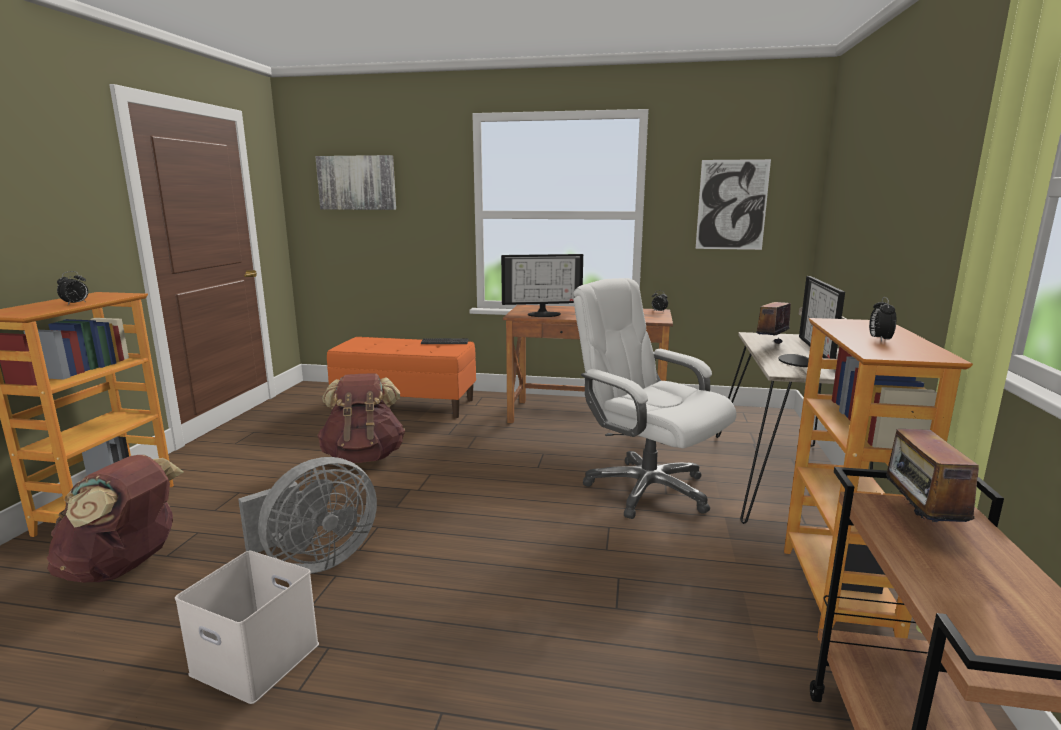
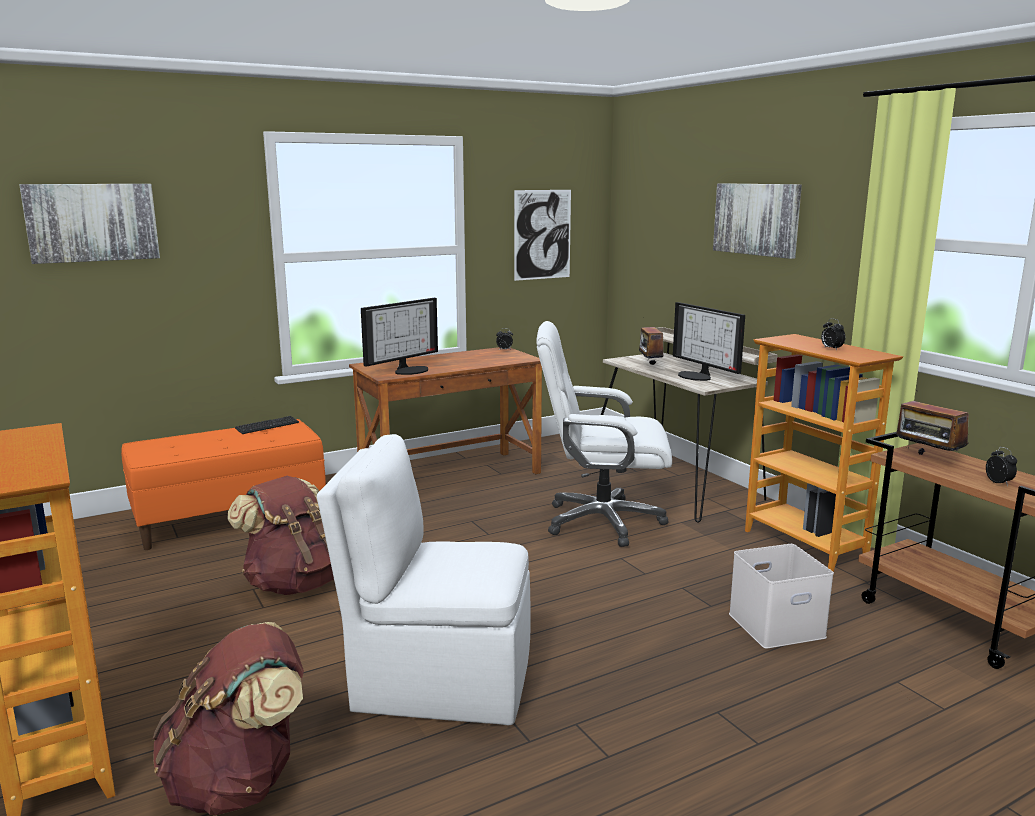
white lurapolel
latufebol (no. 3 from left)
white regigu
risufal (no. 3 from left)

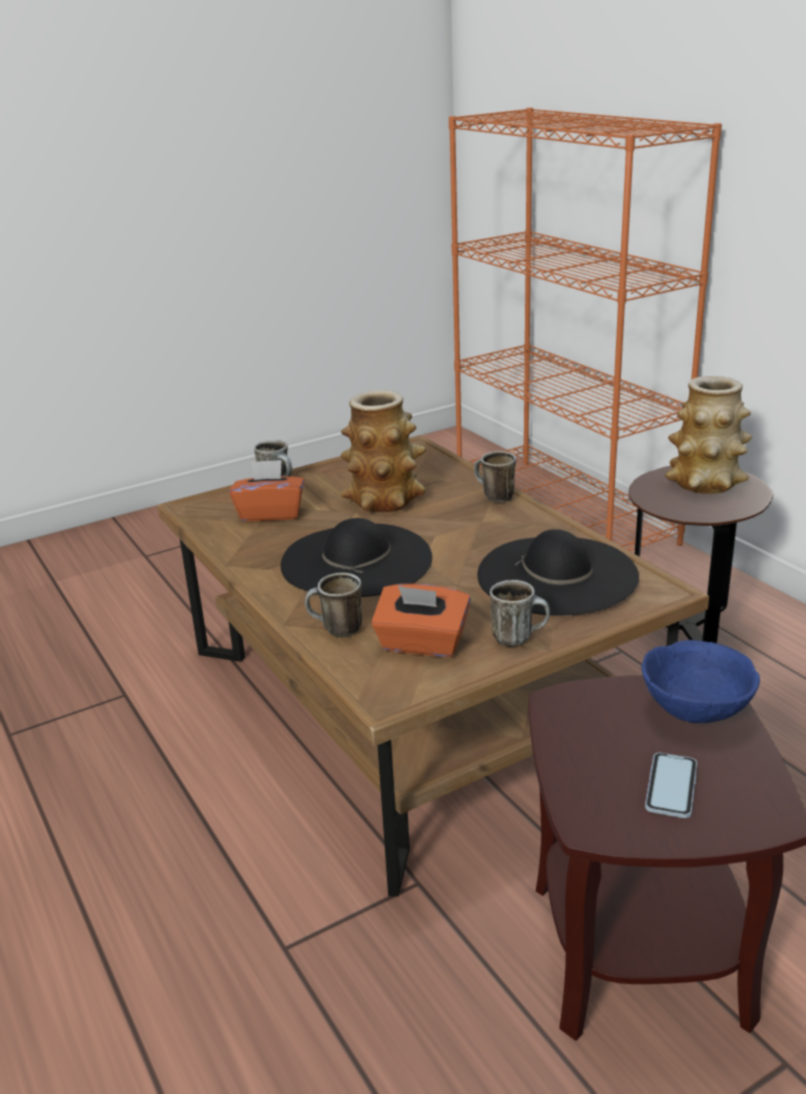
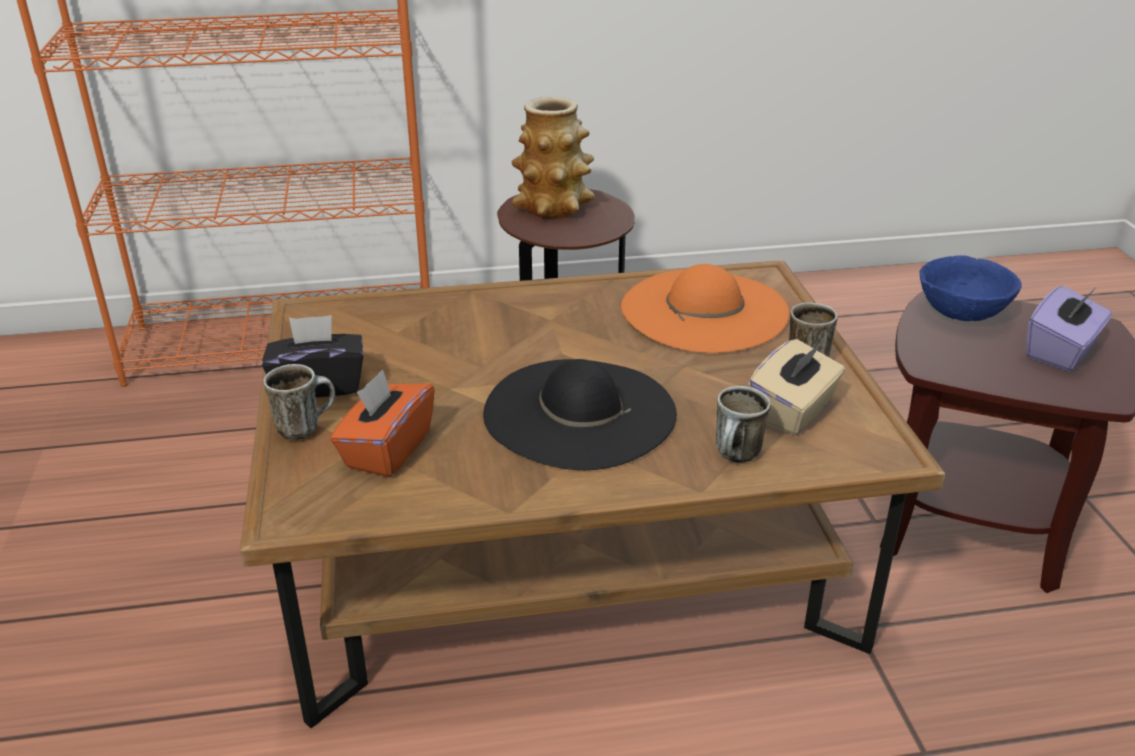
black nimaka
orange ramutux
beige nimaka
purple nimaka
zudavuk (no. 1 from left in the first image)
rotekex (no. 3 from left in the first image)

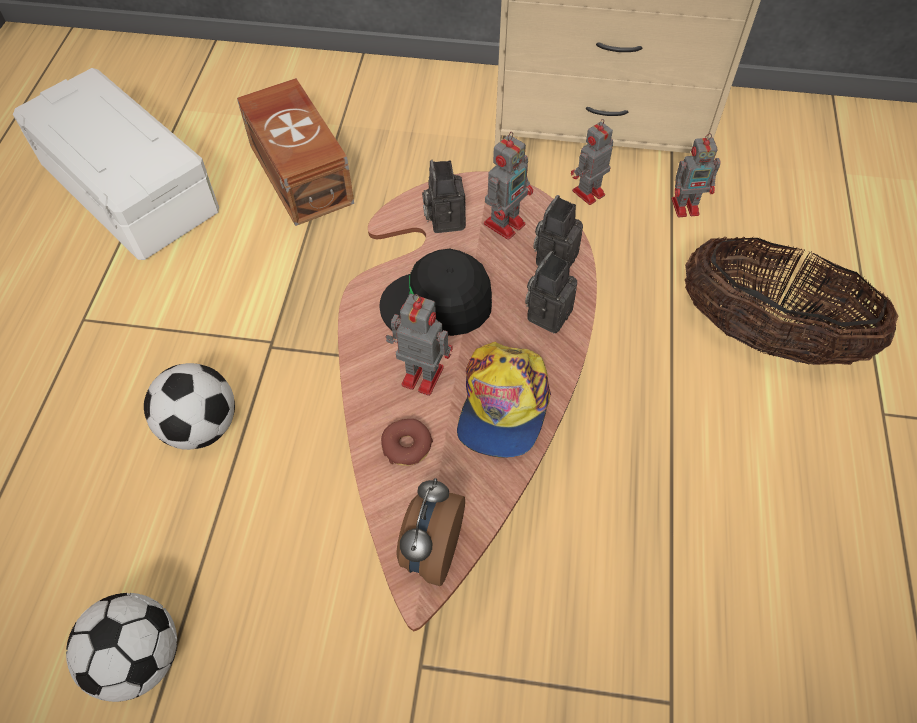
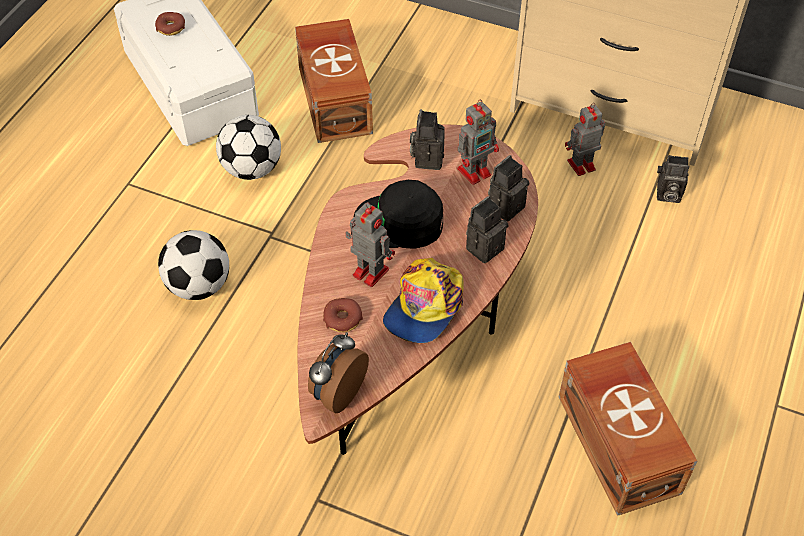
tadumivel (no. 1 from left)
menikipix (no. 2 from left)
brown regigu (no. 2 from left)
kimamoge (no. 4 from left)
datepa

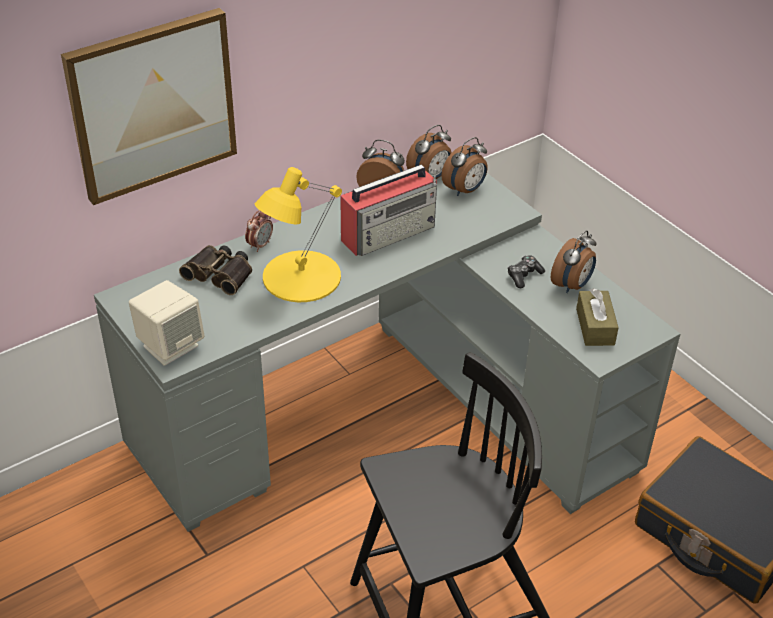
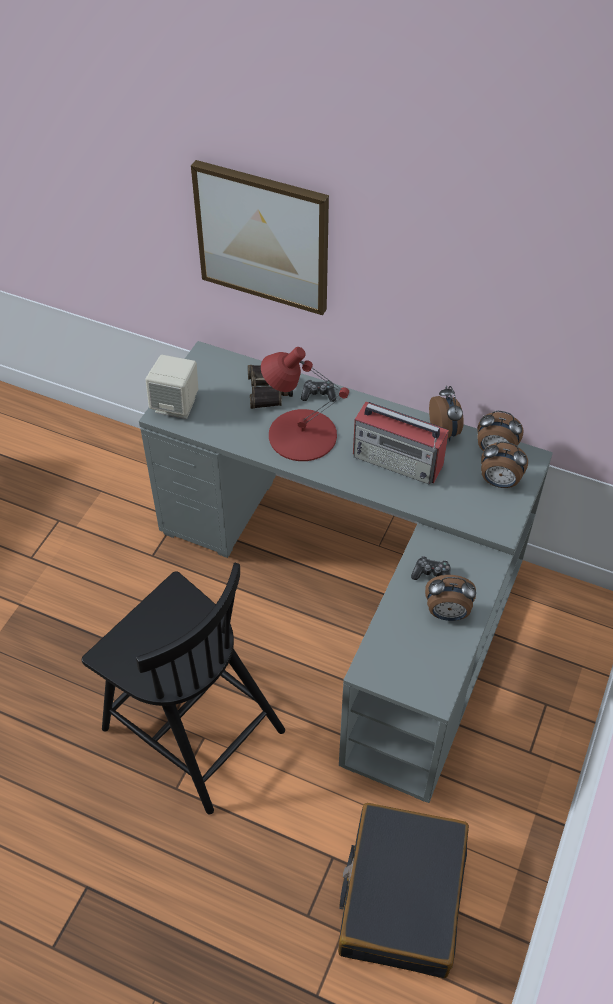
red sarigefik
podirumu (no. 1 from left)
brown nimaka

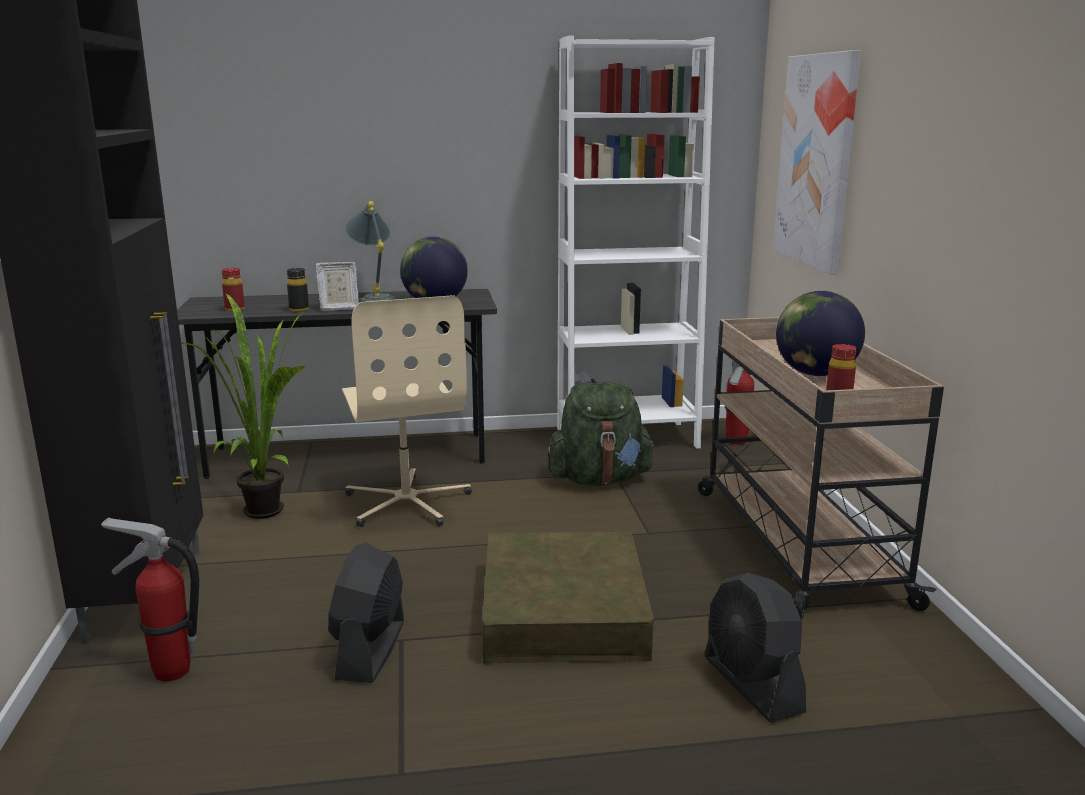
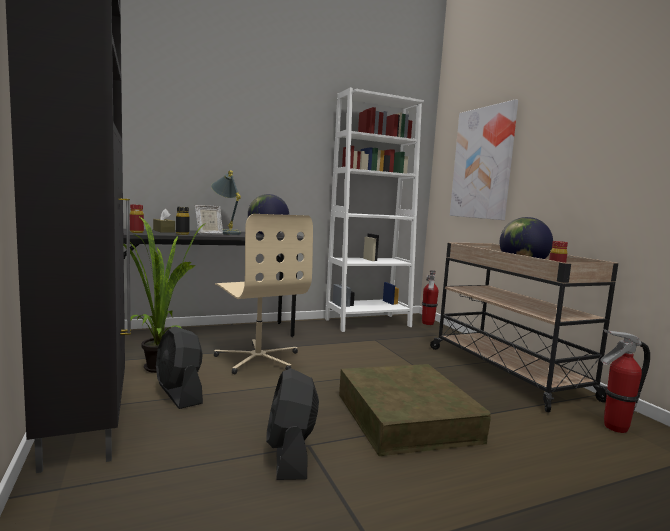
brown nimaka
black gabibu (no. 1 from left)
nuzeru (no. 2 from left)
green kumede

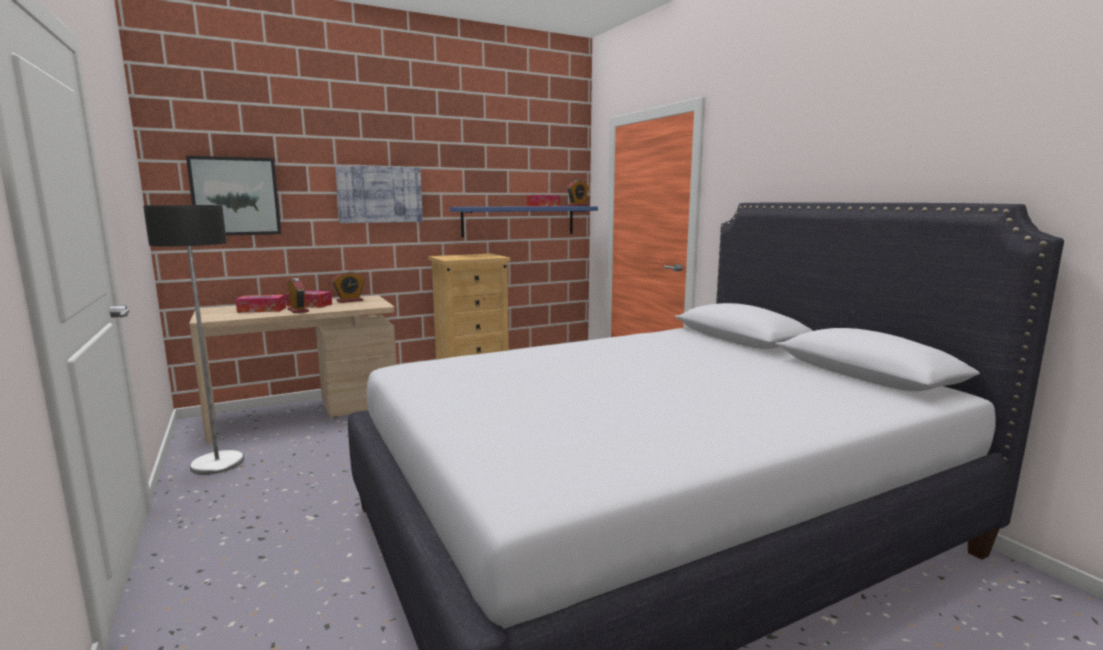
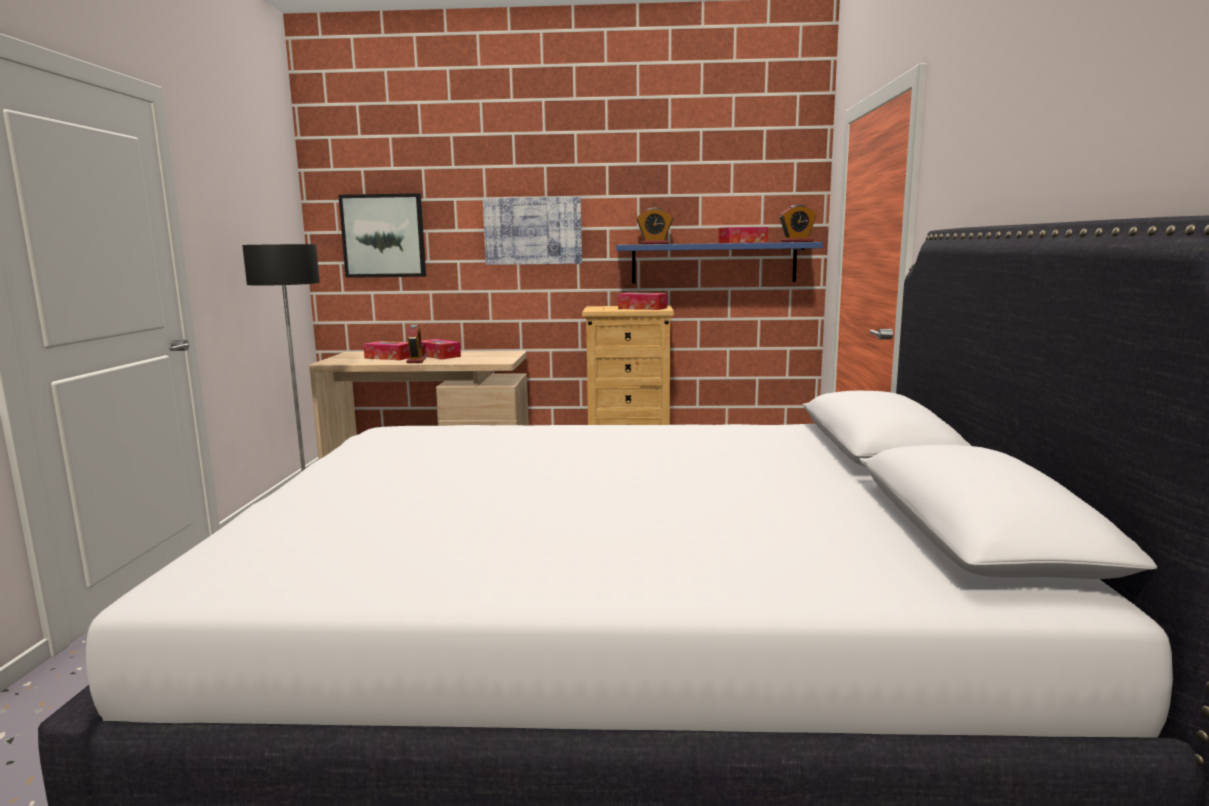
nimaka (no. 3 from left)
risufal (no. 2 from left)

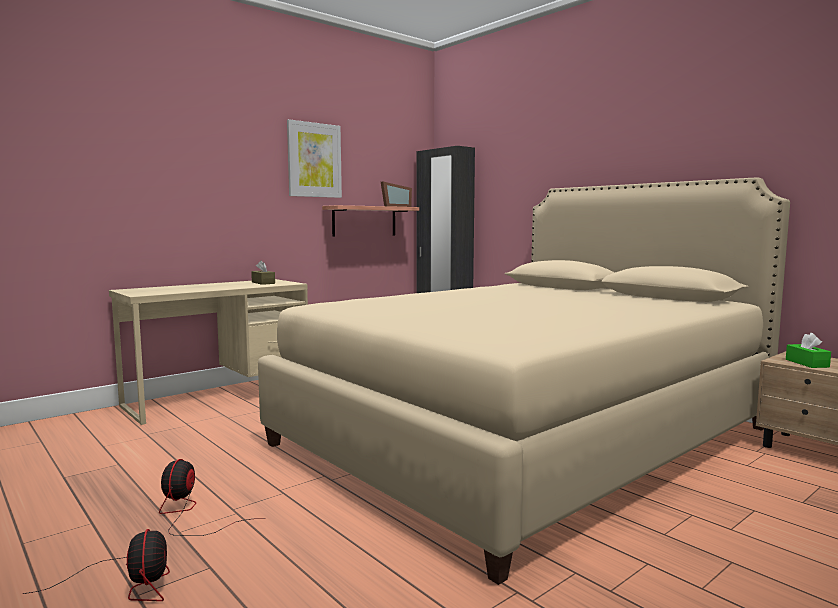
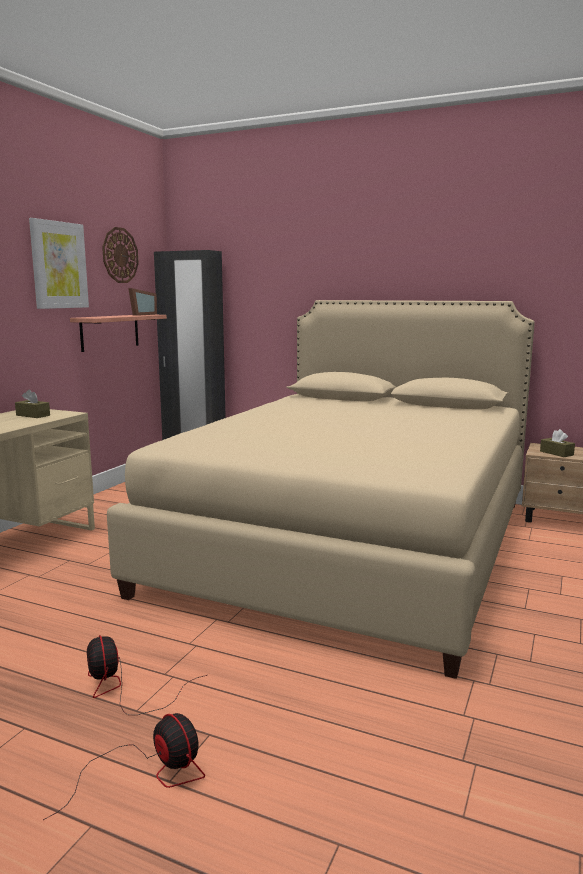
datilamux
brown nimaka (no. 2 from left)

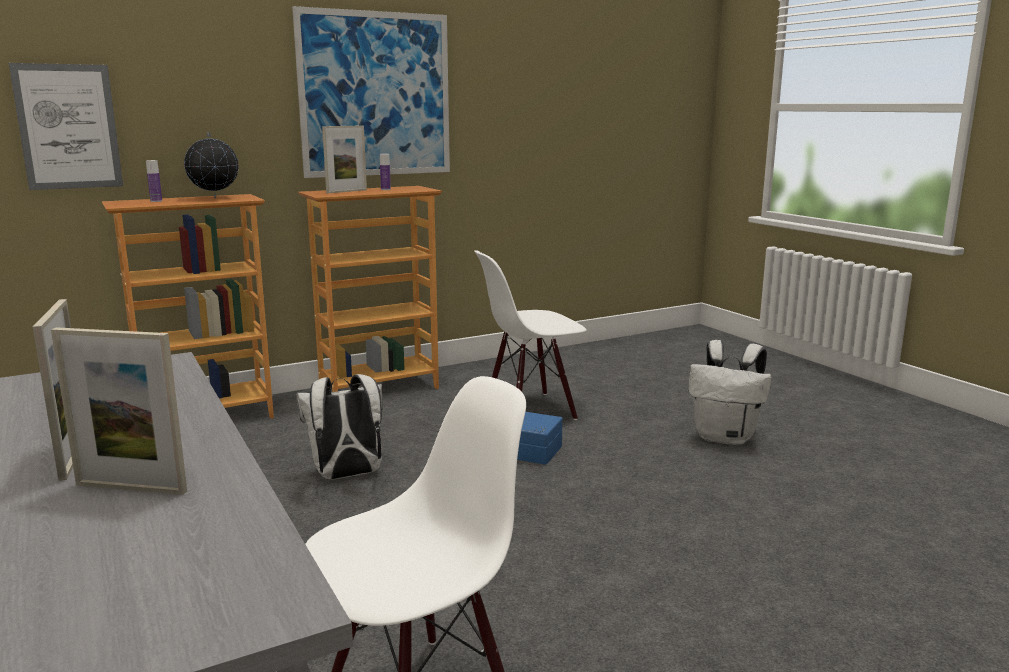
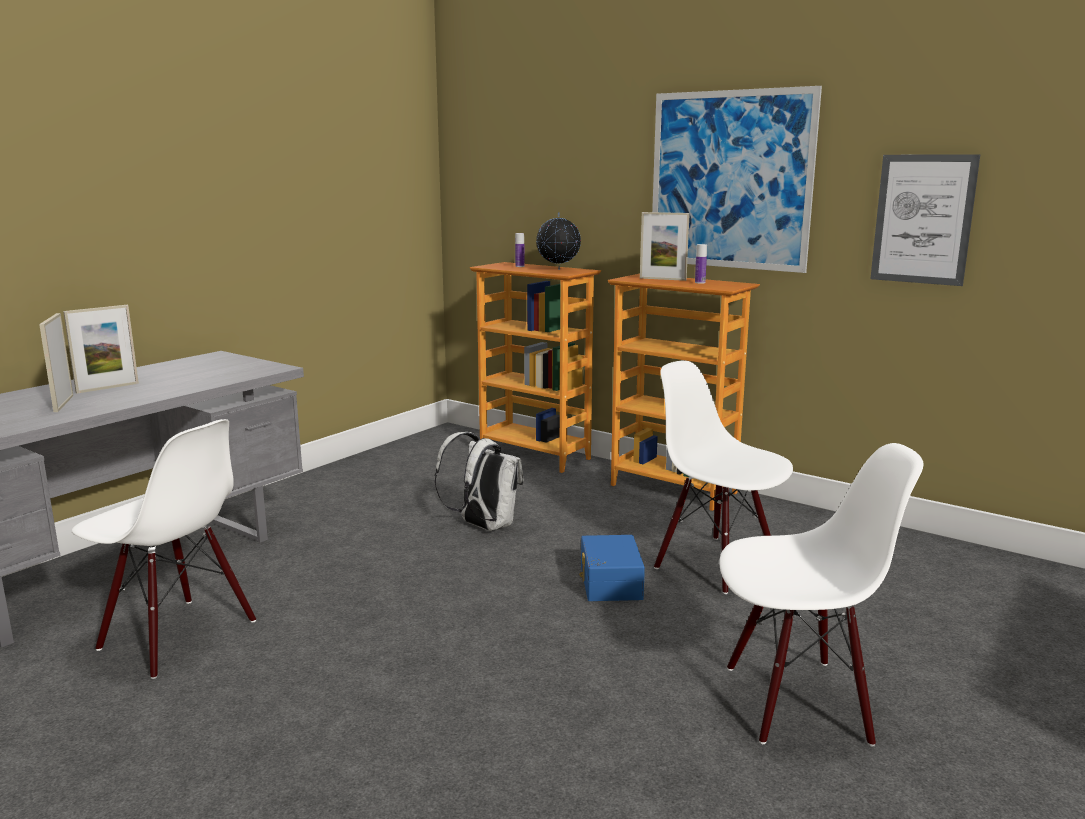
white lurapolel (no. 3 from left)
latufebol (no. 2 from left)

